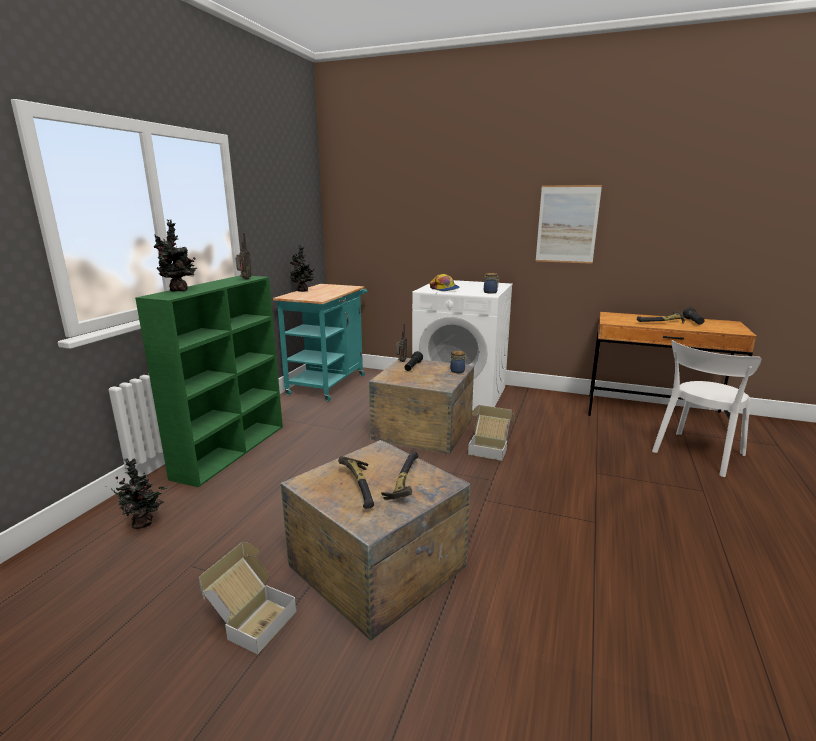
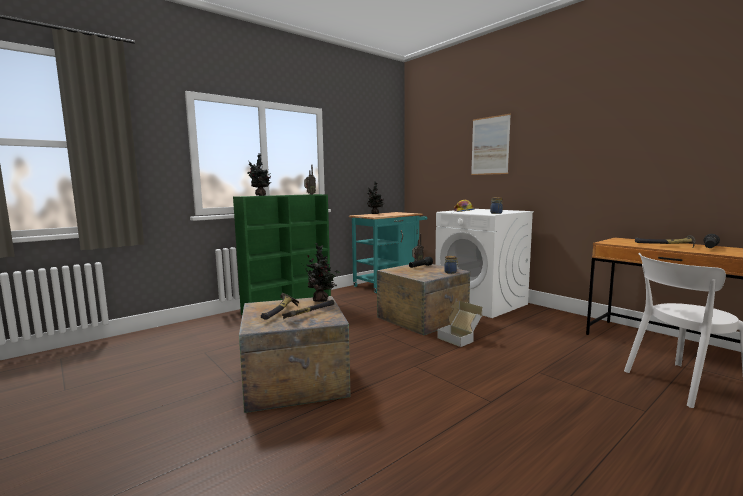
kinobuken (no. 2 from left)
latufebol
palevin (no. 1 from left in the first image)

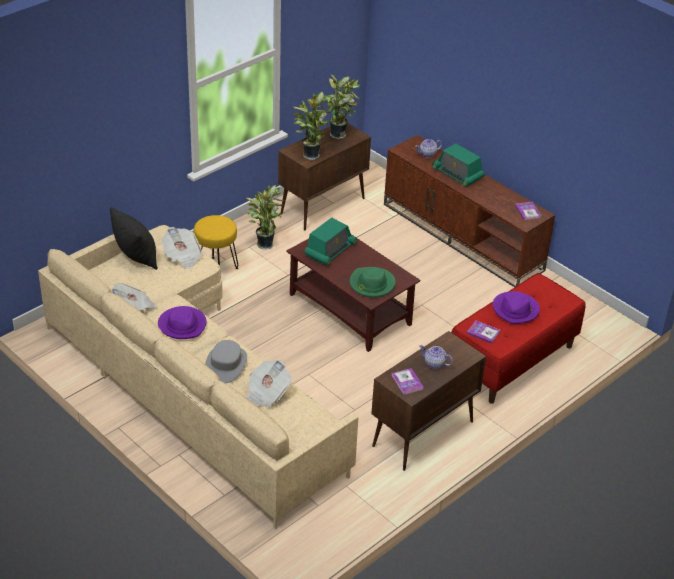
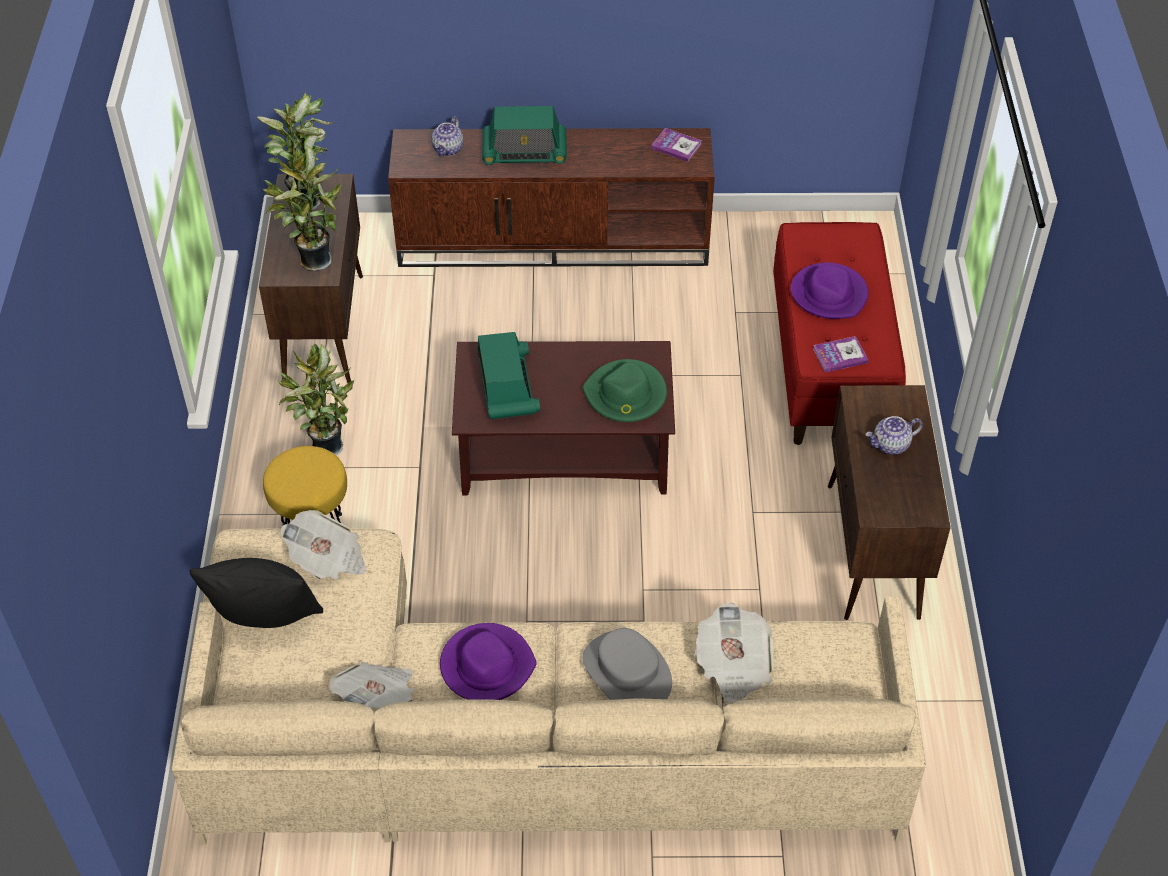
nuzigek (no. 1 from left in the first image)

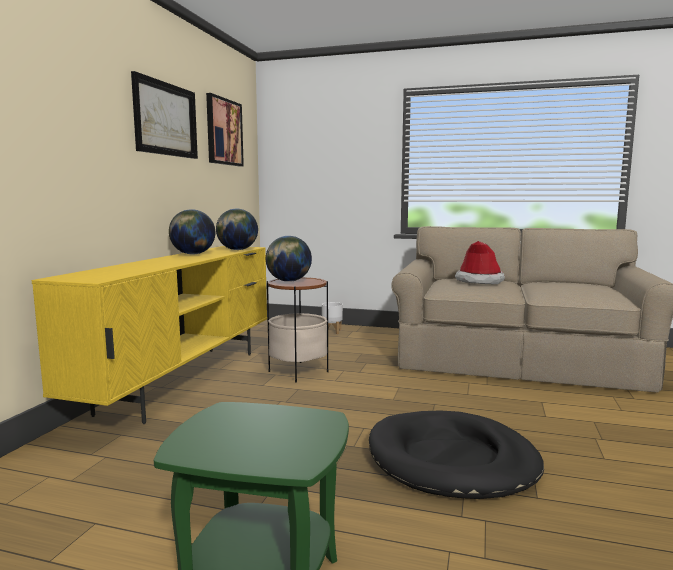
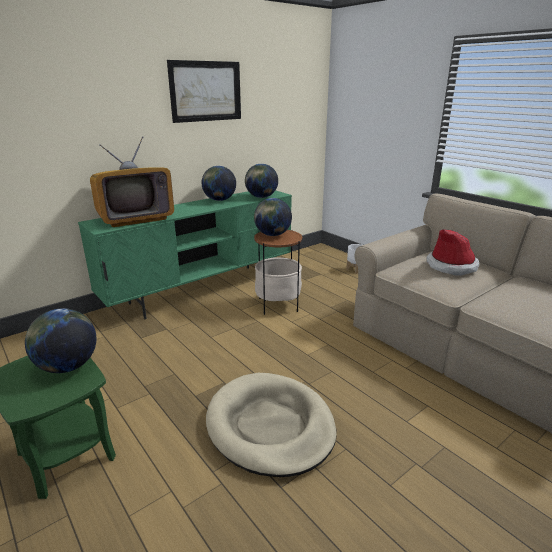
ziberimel (no. 1 from left)
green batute
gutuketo
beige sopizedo
latufebol (no. 2 from left in the first image)

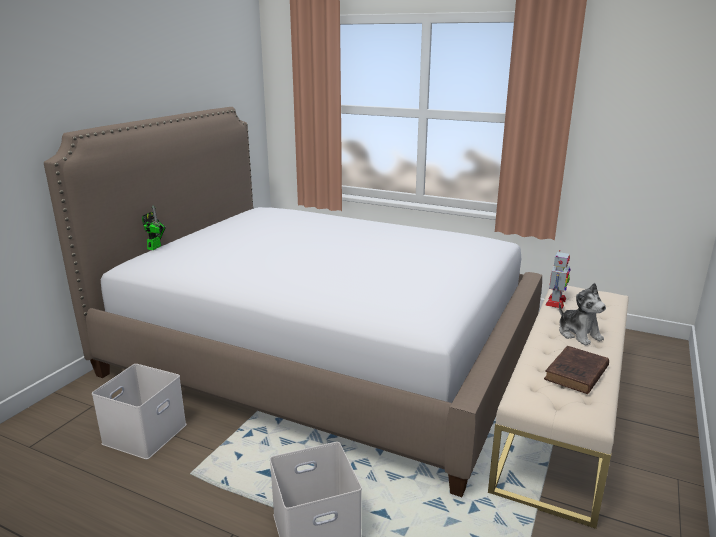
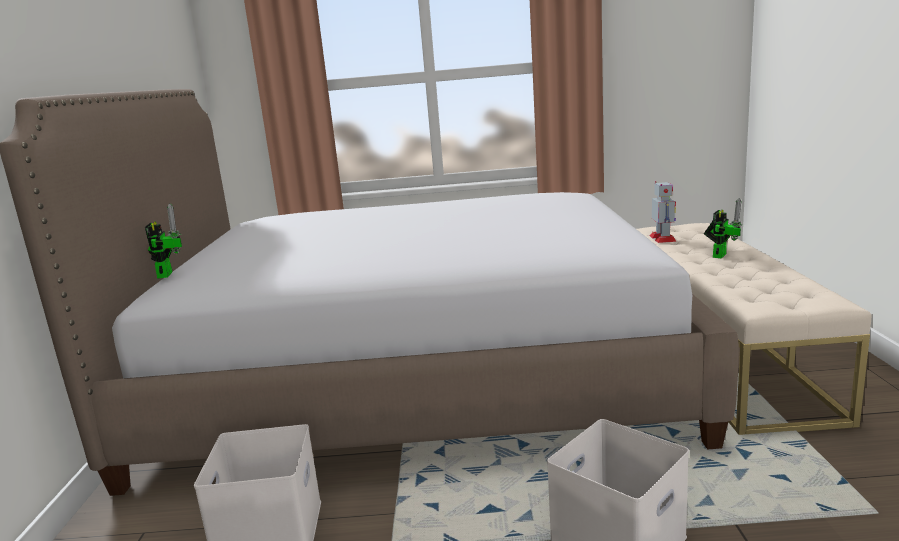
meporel (no. 3 from left)
brown nuzigek

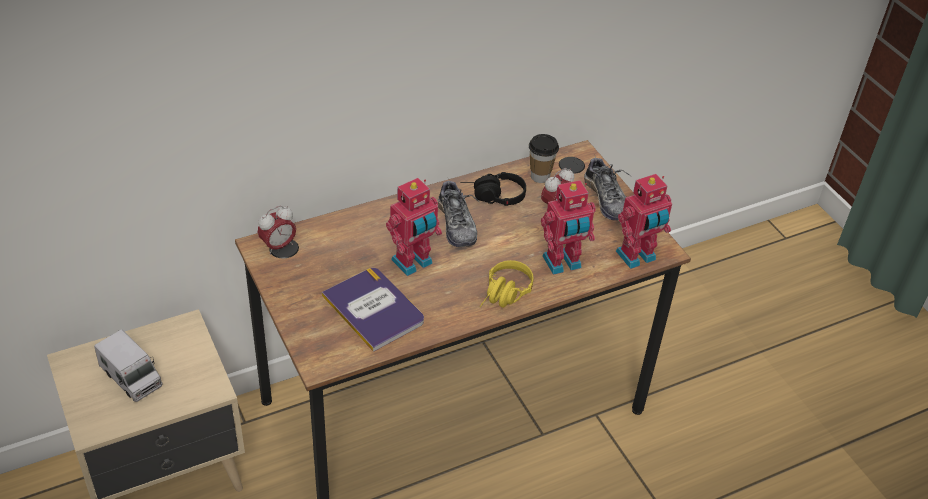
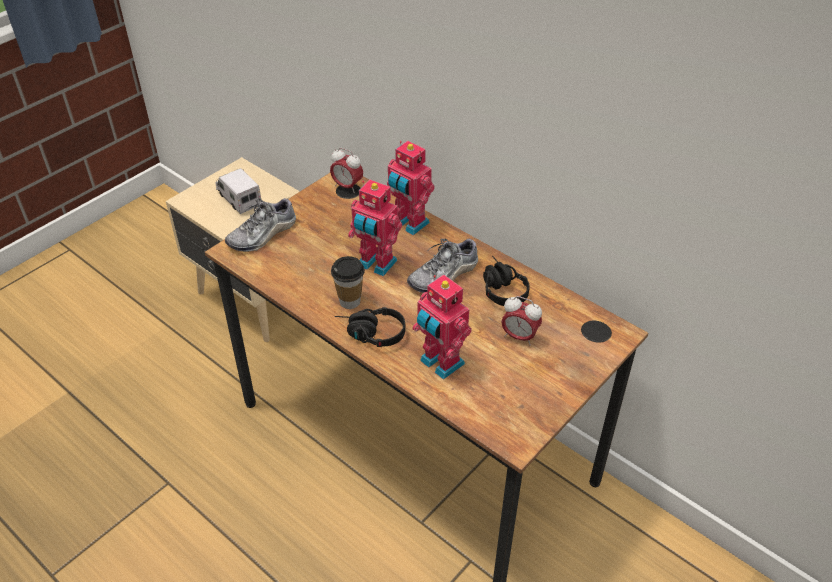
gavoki
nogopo (no. 1 from left)
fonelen
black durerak (no. 1 from left)
meporel (no. 2 from left)
nuzigek

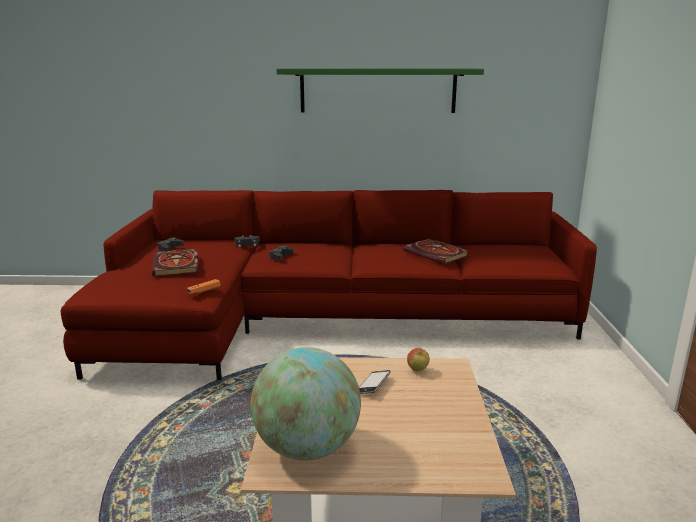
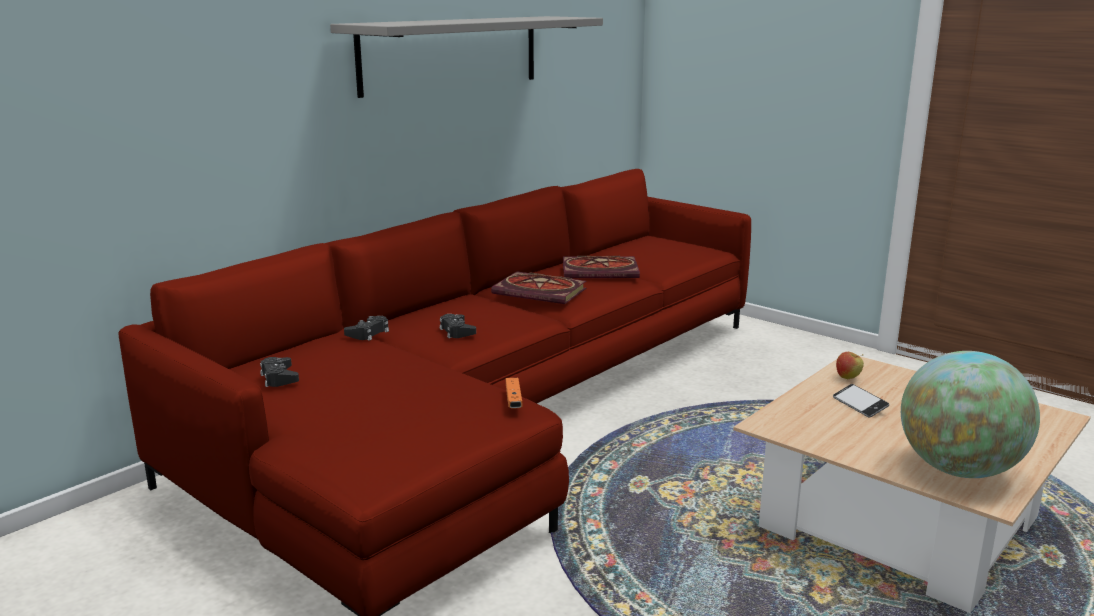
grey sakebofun
nuzigek (no. 1 from left)

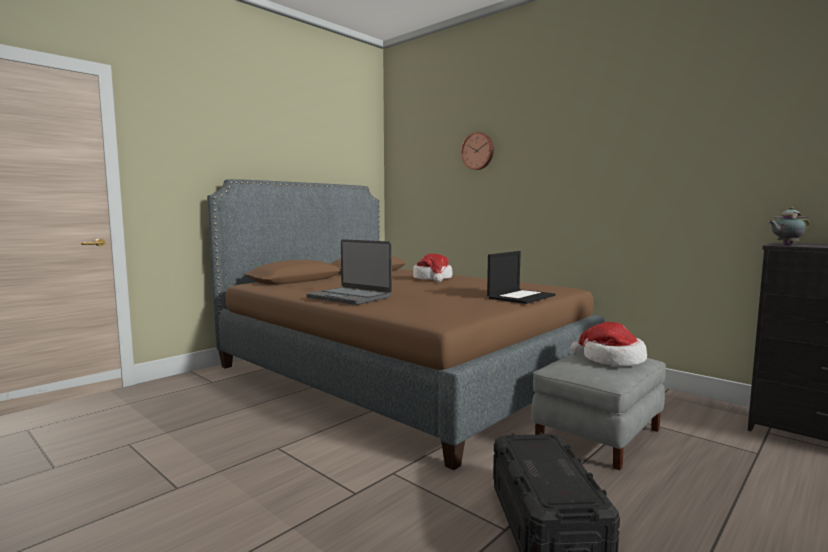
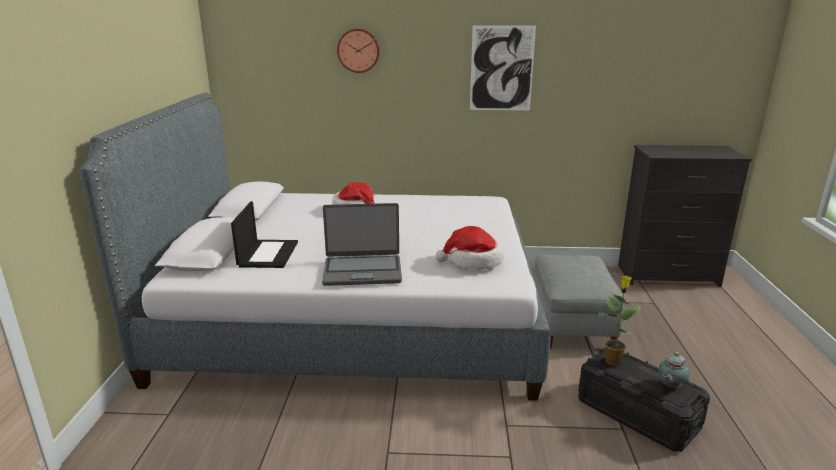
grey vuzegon
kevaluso (no. 1 from left)
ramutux (no. 2 from left)
latufebol
kinobuken
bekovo

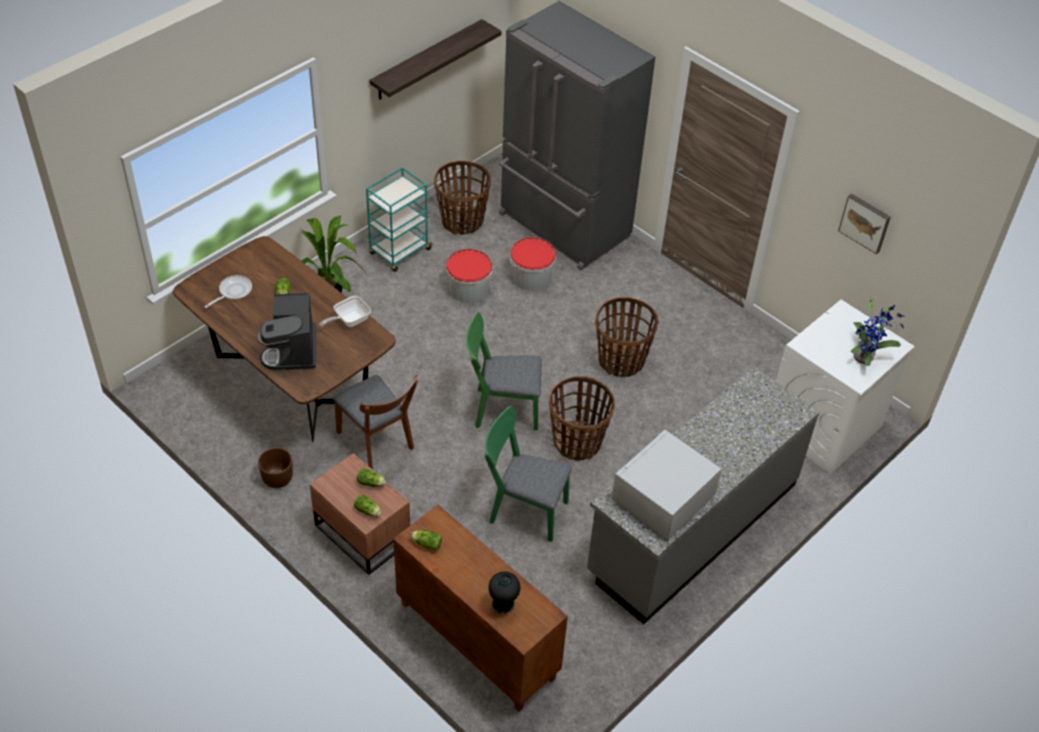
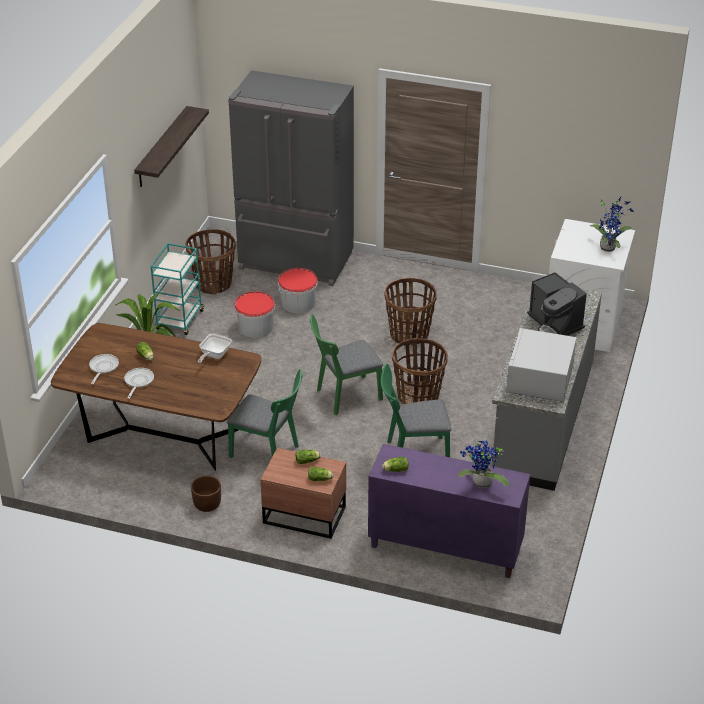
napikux (no. 2 from left)
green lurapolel (no. 1 from left)
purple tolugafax
kinobuken (no. 2 from left)
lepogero
latufebol

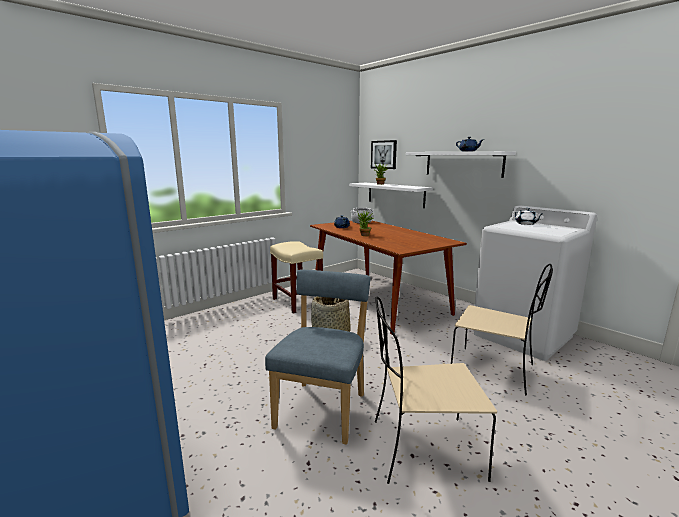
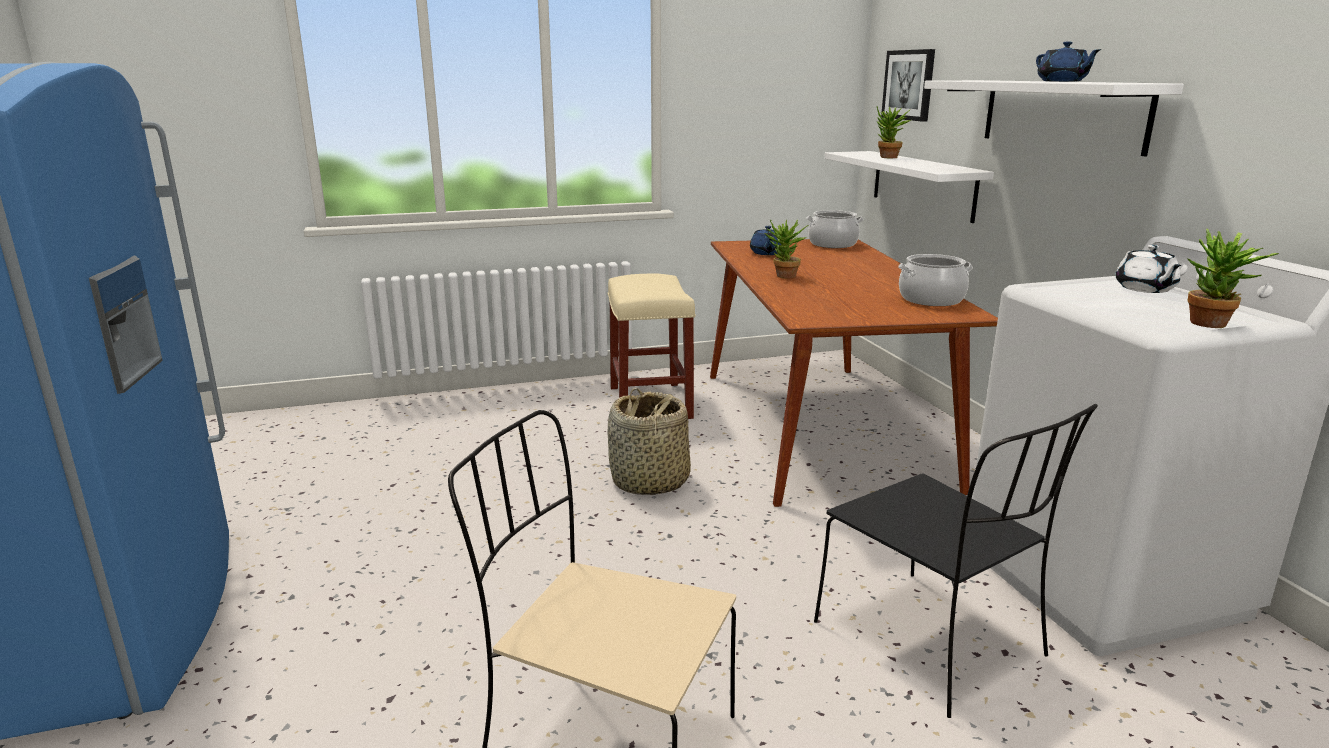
black lurapolel
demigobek (no. 2 from left)
kinobuken (no. 3 from left)
blue lurapolel

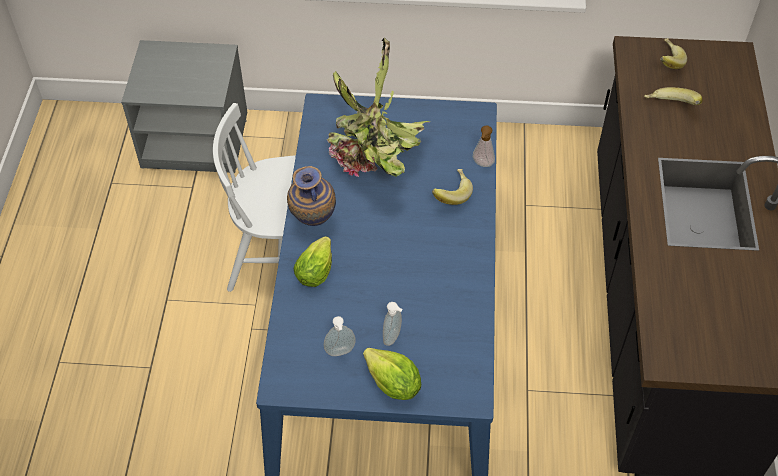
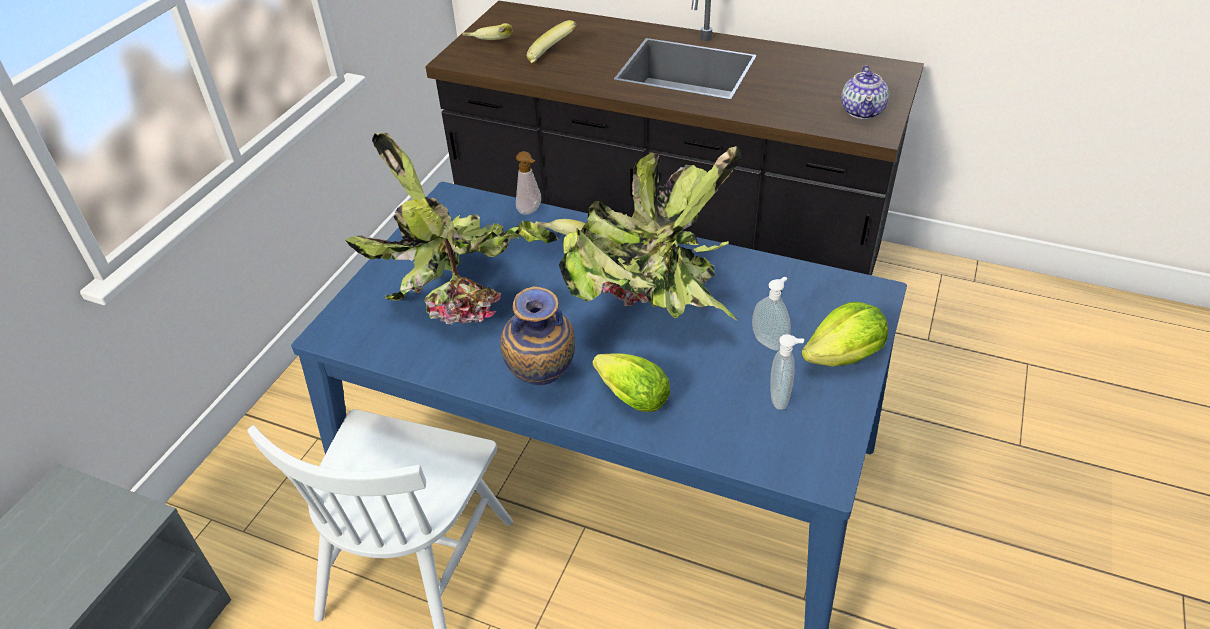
kinobuken (no. 2 from left)
bekovo

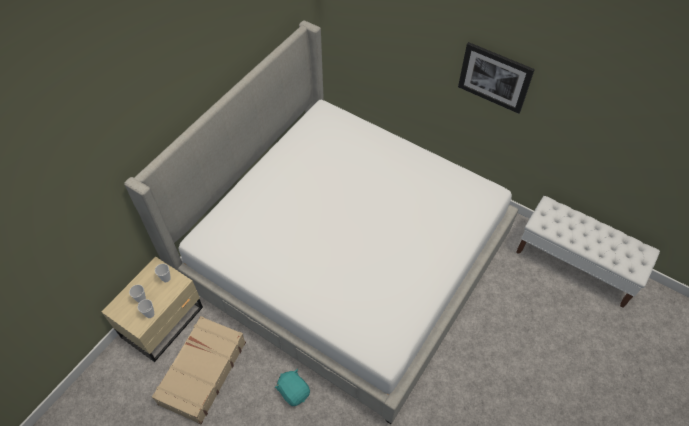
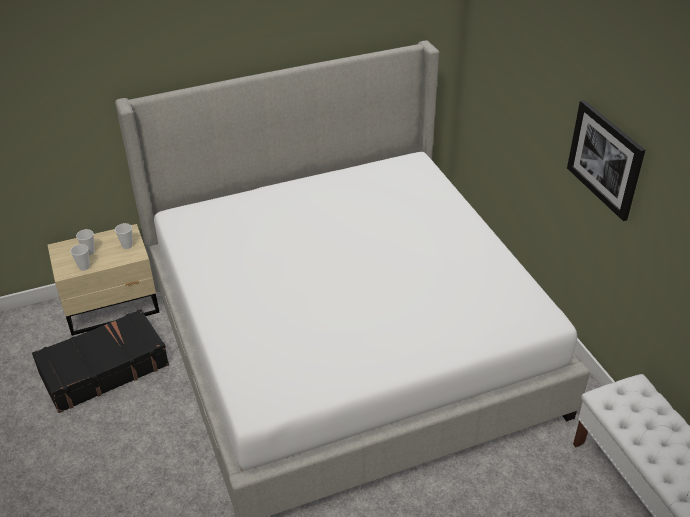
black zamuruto
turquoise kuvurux

